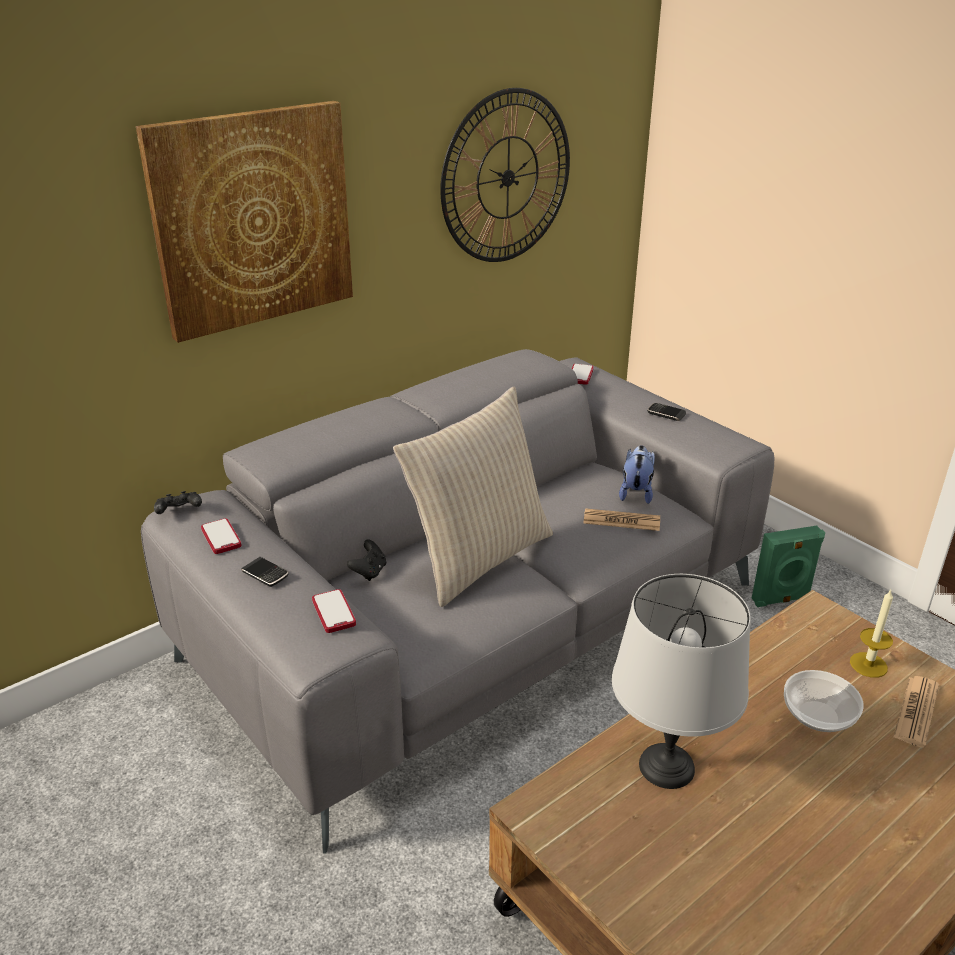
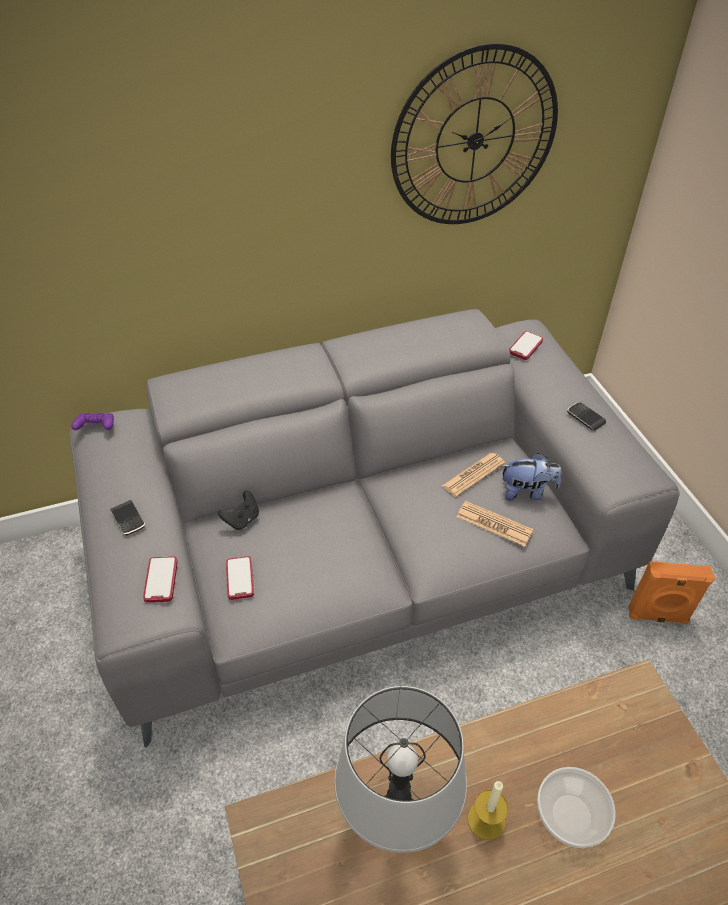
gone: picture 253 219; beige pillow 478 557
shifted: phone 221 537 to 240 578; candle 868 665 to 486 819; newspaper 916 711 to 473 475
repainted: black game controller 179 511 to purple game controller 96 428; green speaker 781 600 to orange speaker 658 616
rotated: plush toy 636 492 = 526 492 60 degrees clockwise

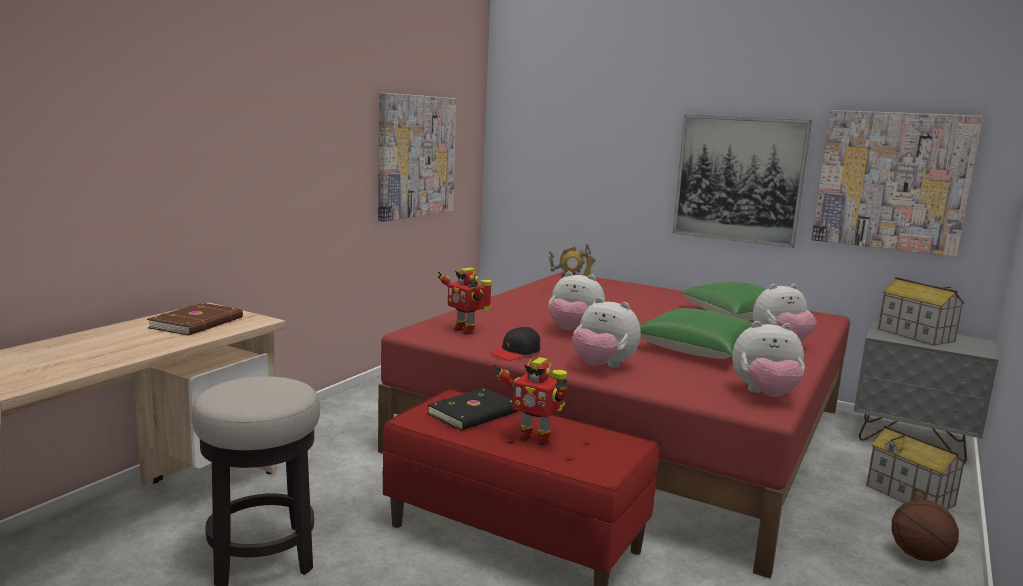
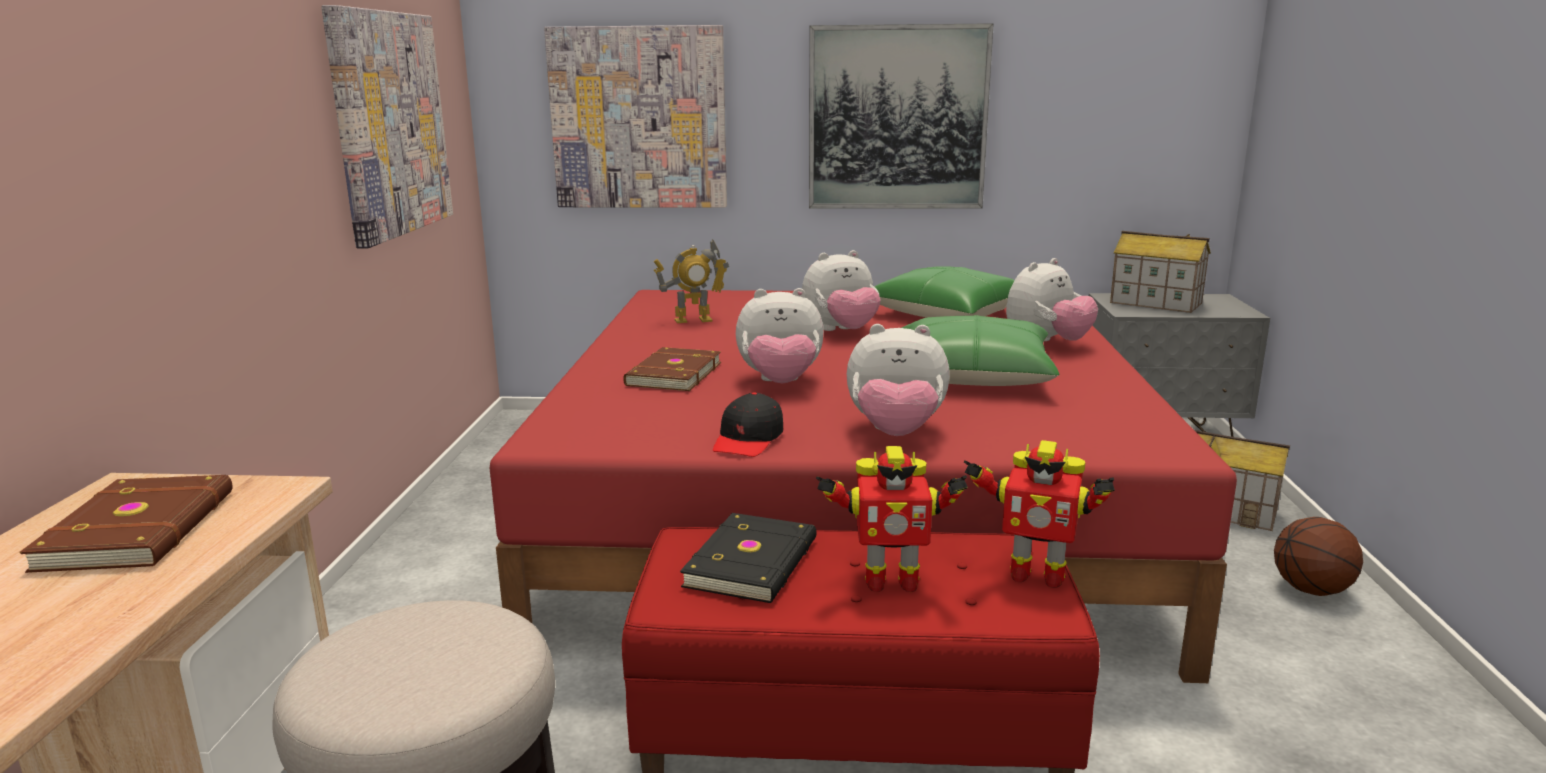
new: brown book 672 374
shifted: toy robot 465 330 to 1035 574; plush toy 765 395 to 841 331; picture 892 181 to 639 118

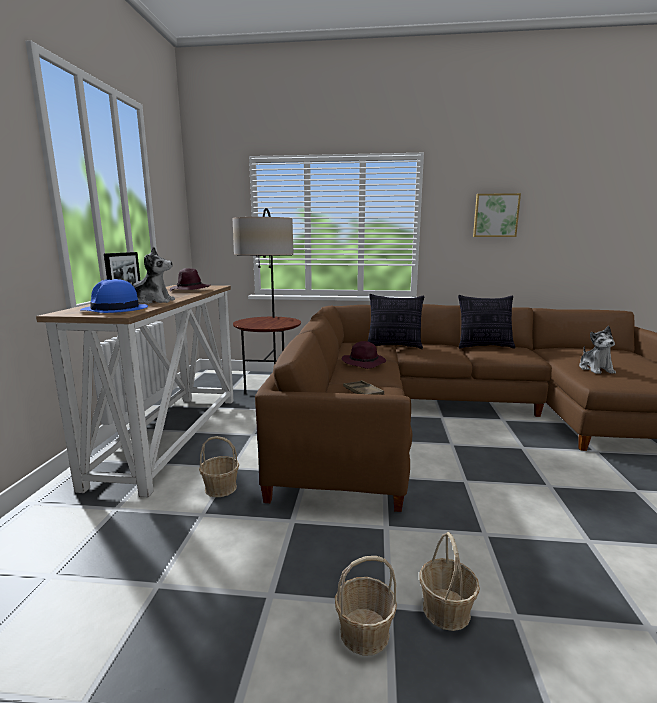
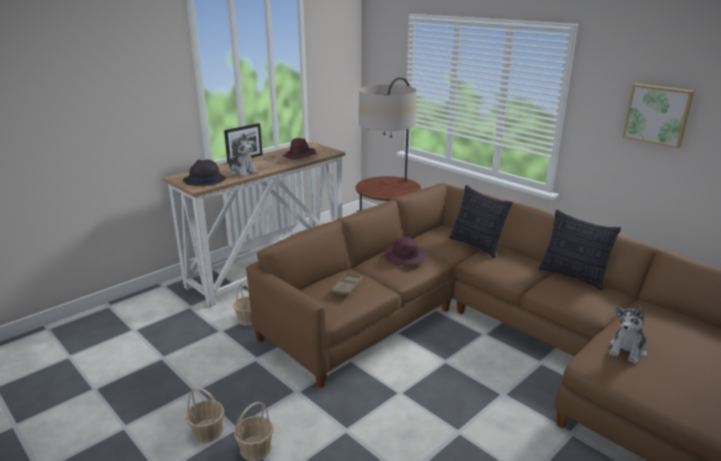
repainted: blue hat 115 310 to black hat 204 180

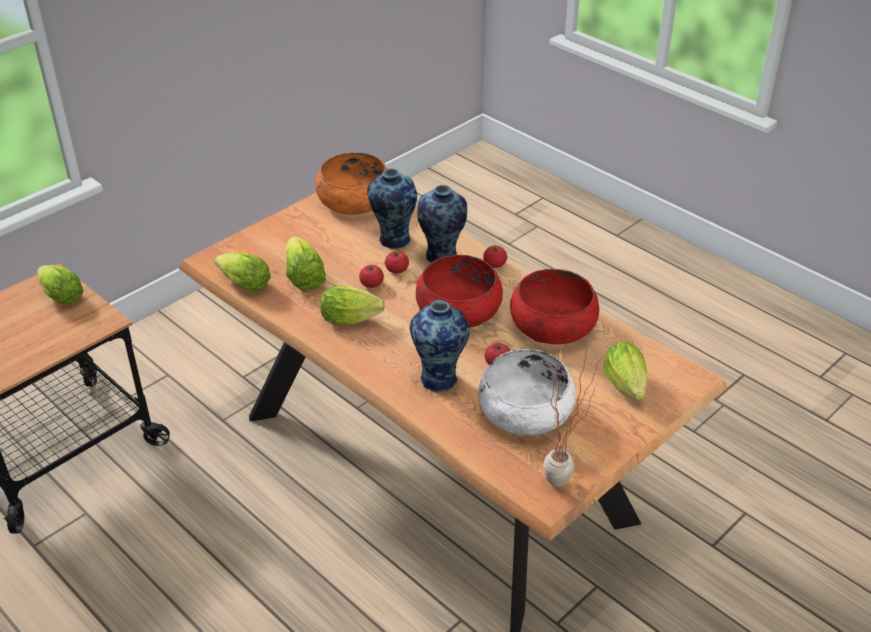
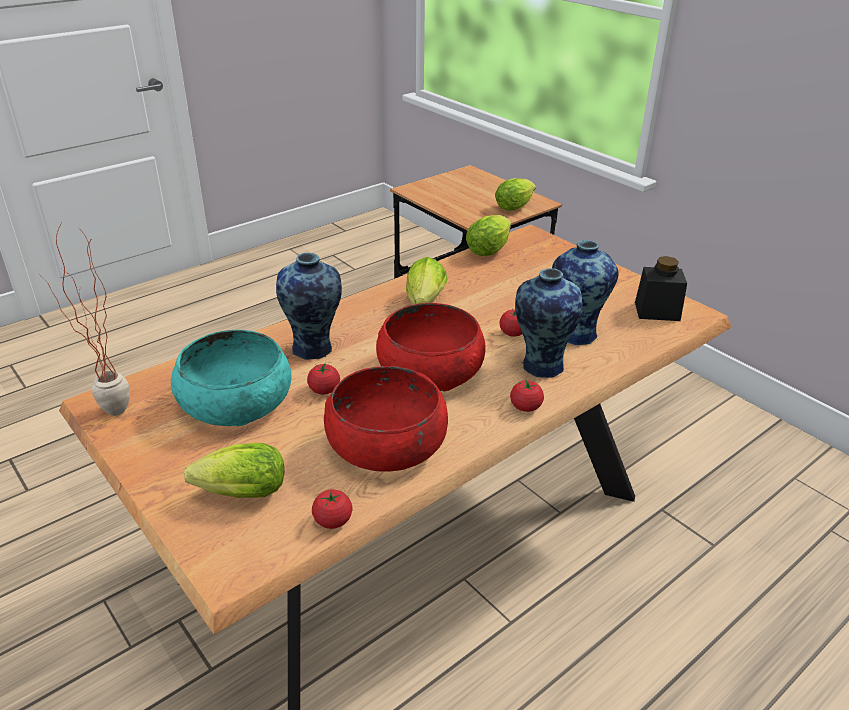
gone: lettuce 303 277
shifted: tomato 371 284 to 333 520
swapped: orange bowl 354 201 to black jar 657 311
repainted: white bowl 525 411 to turquoise bowl 236 402

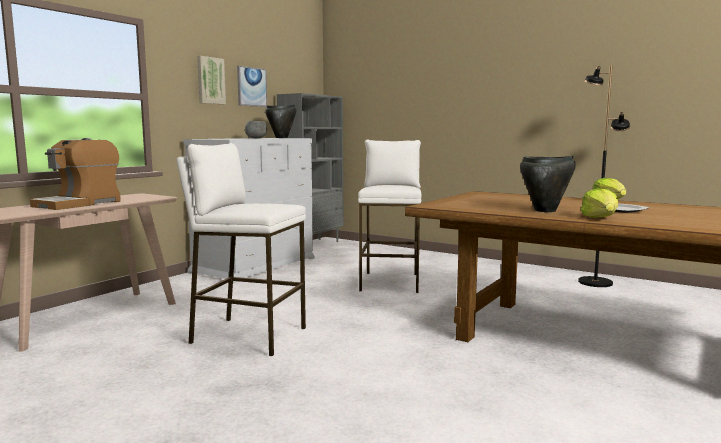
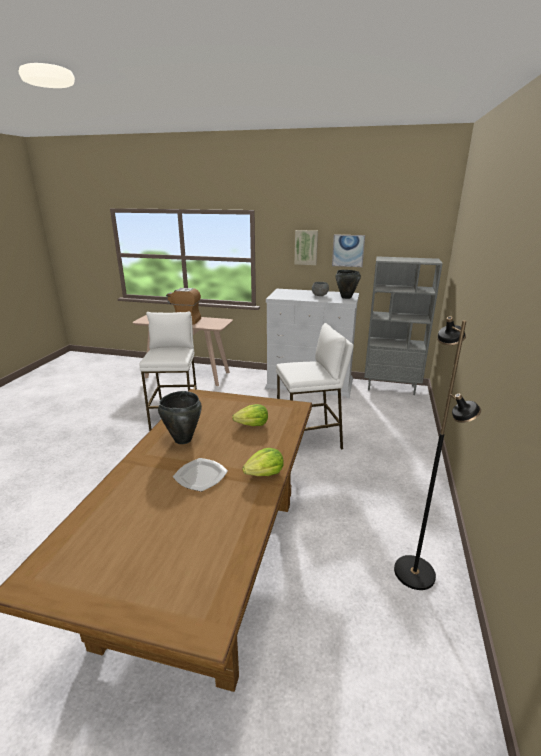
shifted: lettuce 600 218 to 252 424

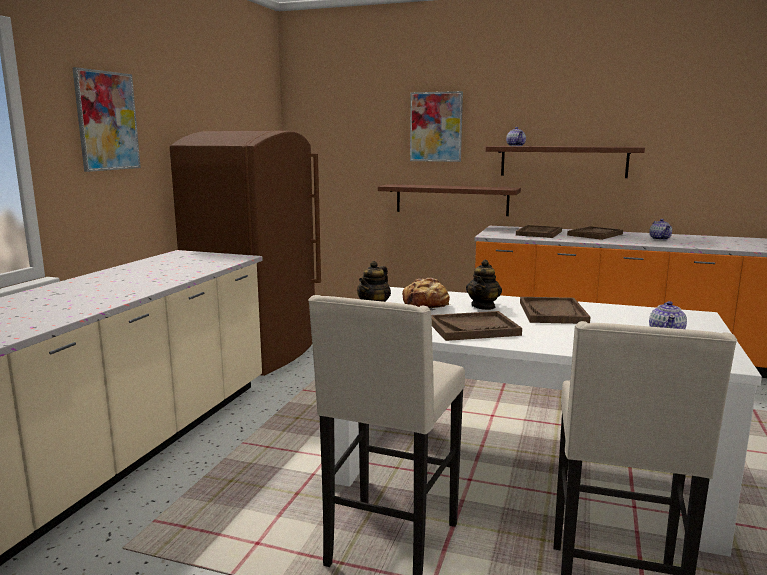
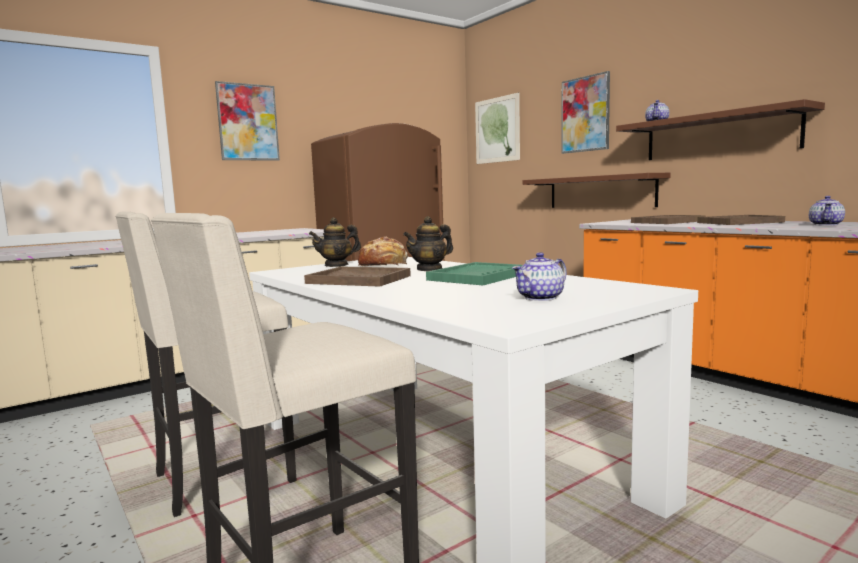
new: picture 497 130
repainted: brown tray 553 313 to green tray 478 276

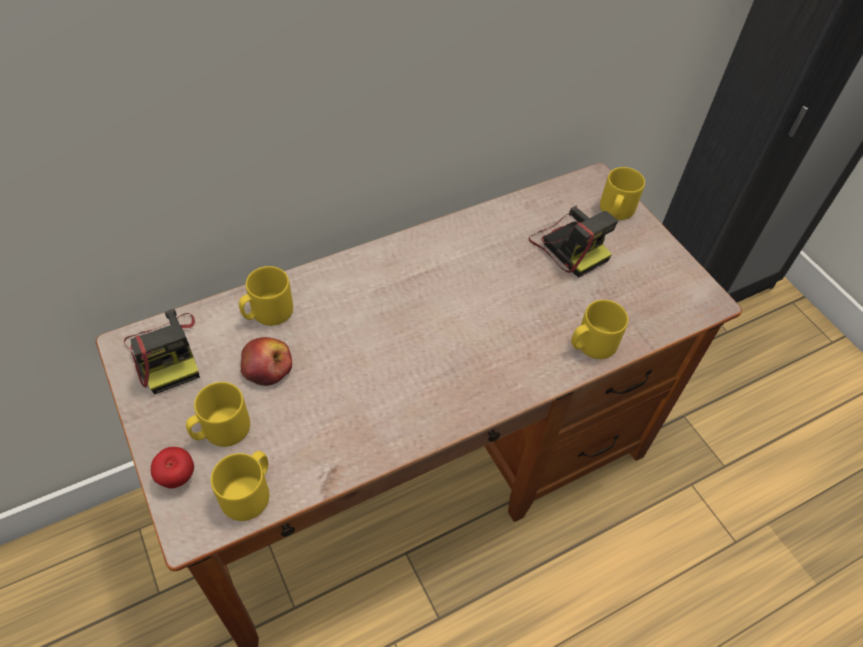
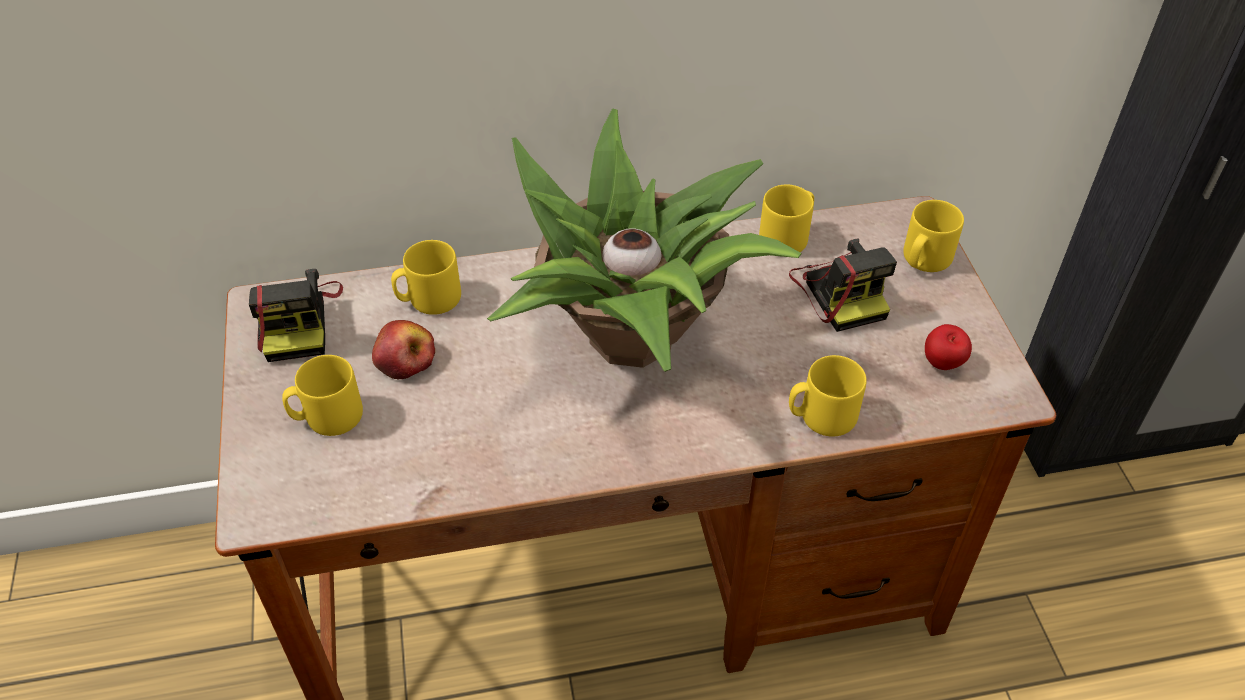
new: potted plant 633 339
shifted: apple 178 478 to 942 365; yellow mug 249 493 to 787 237

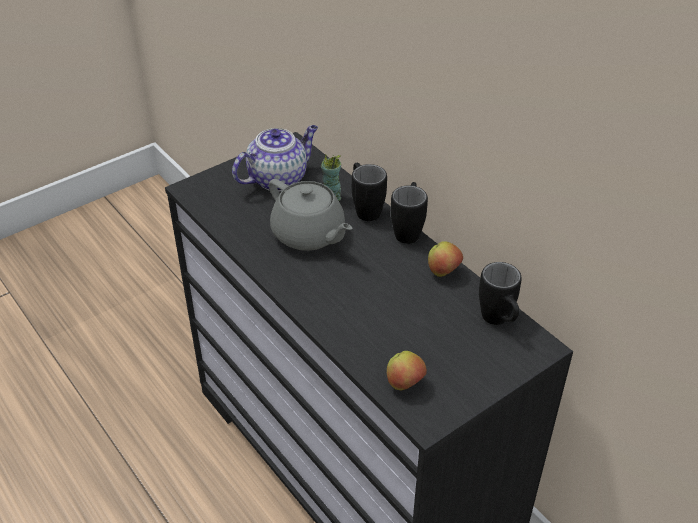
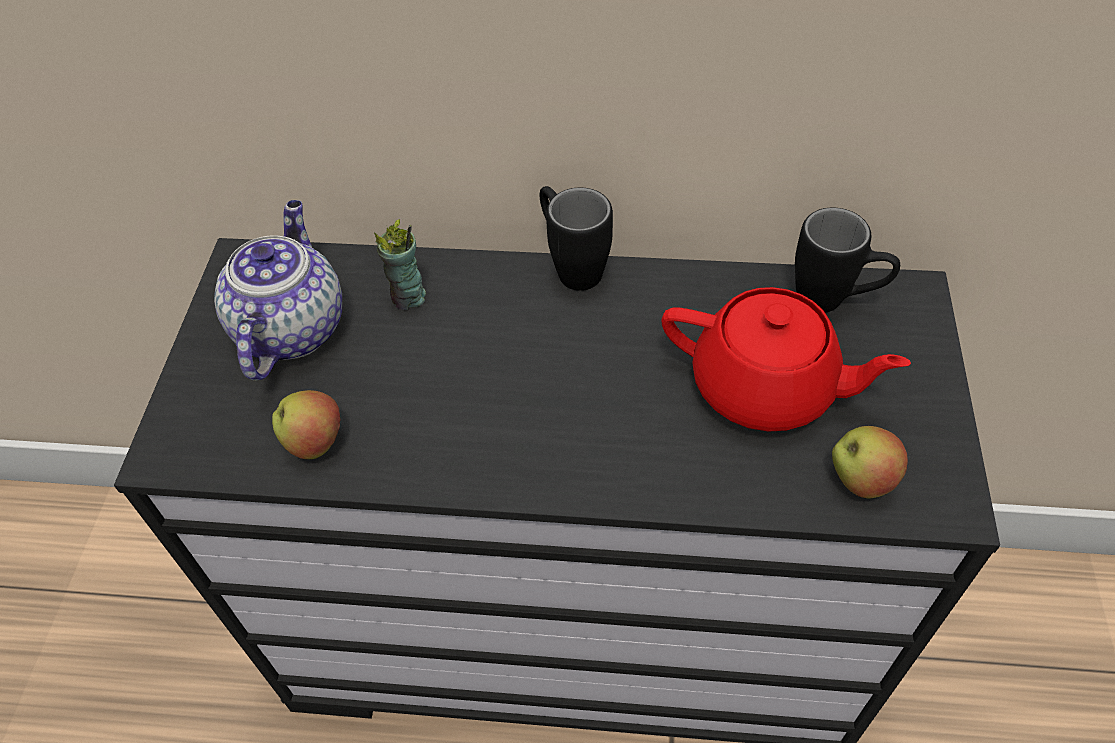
gone: grey teapot 309 235; black mug 365 208
new: red teapot 766 387
shifted: apple 443 272 to 315 442

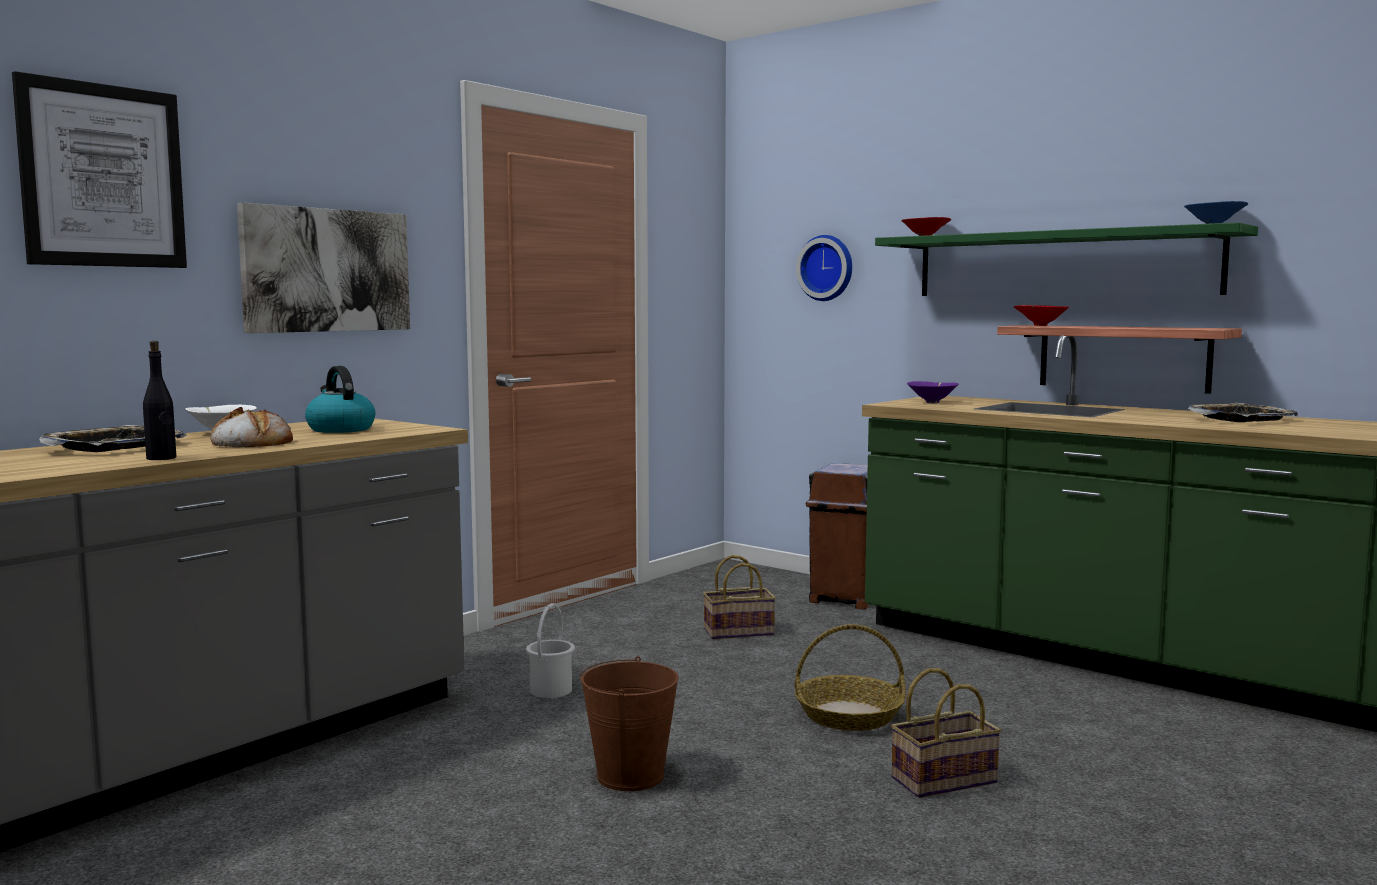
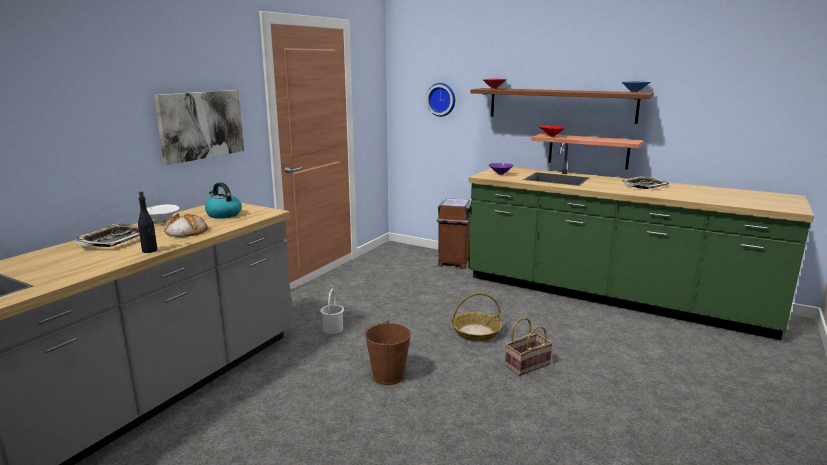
gone: picture 103 176; basket 740 631
repainted: green shelf 1062 264 to brown shelf 560 105

